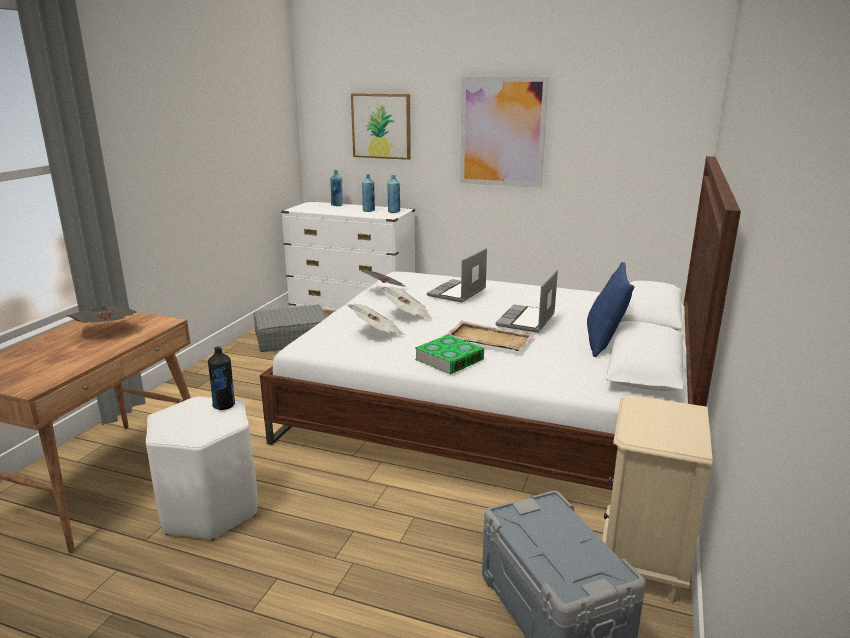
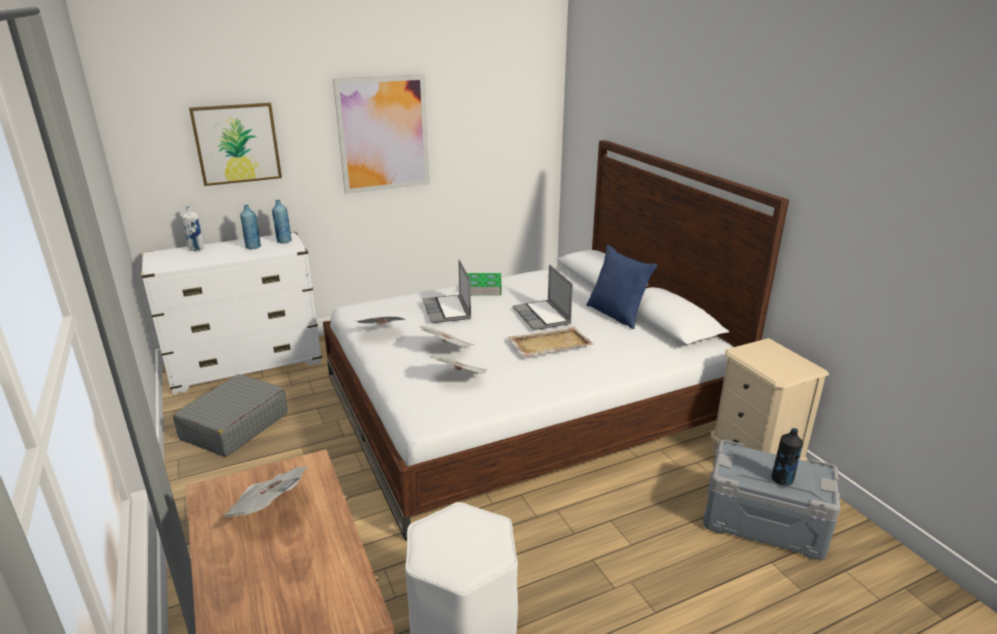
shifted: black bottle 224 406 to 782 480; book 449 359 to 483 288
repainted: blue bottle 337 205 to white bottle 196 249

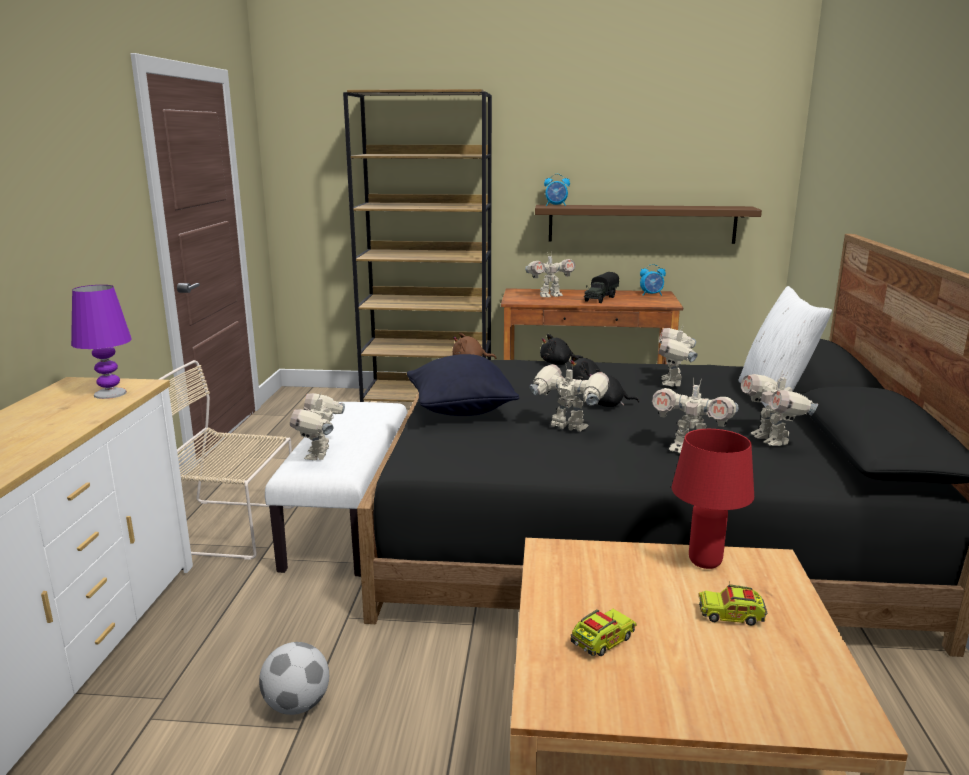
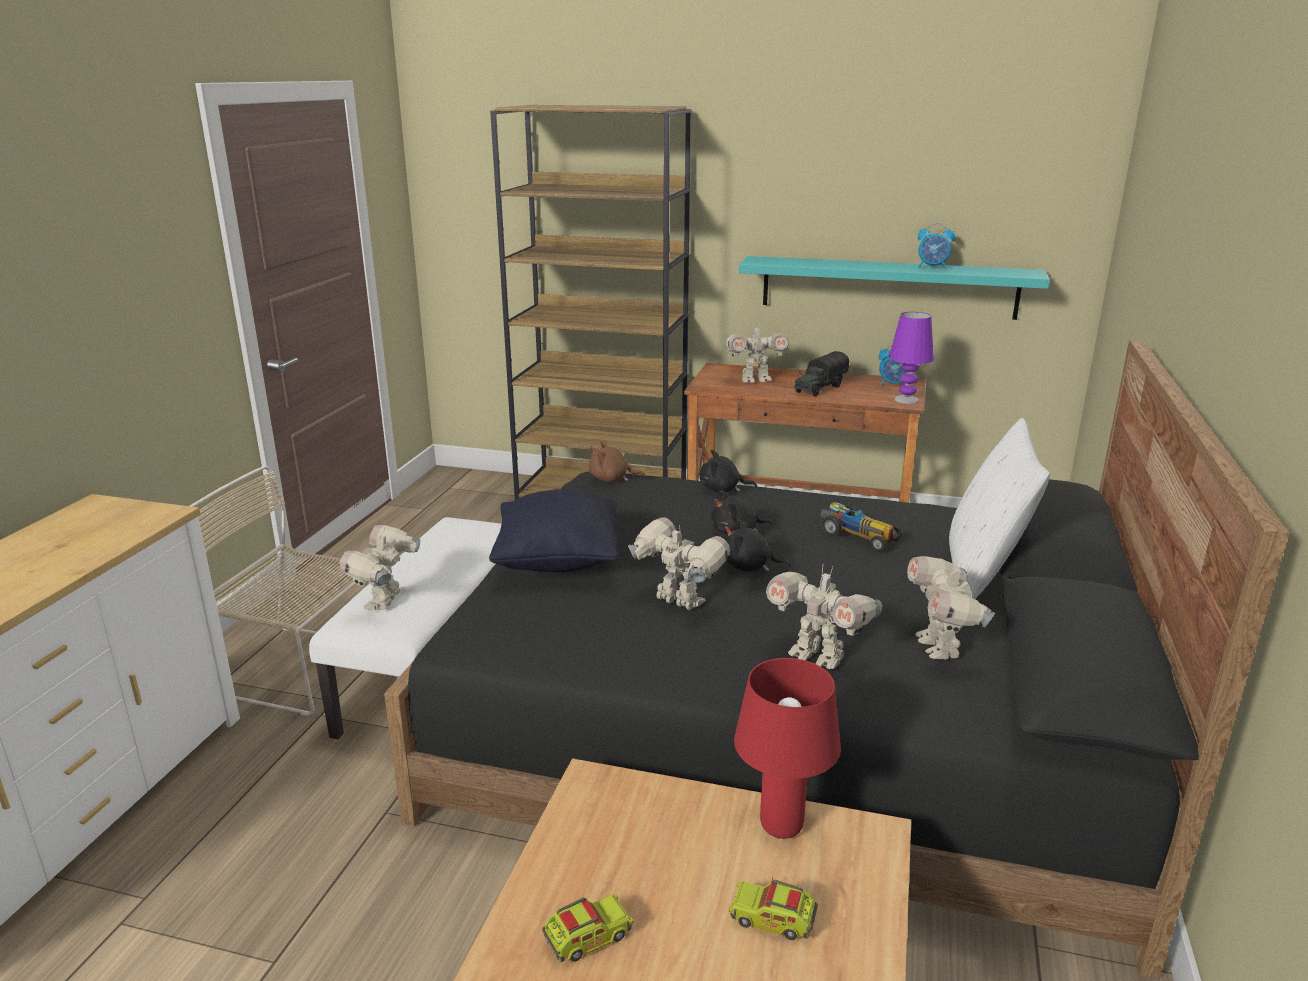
gone: football 296 705
shifted: purple table lamp 110 393 to 906 400; alarm clock 556 205 to 932 267
swapped: toy robot 673 383 to toy car 857 535
repainted: brown shelf 641 224 to turquoise shelf 888 287

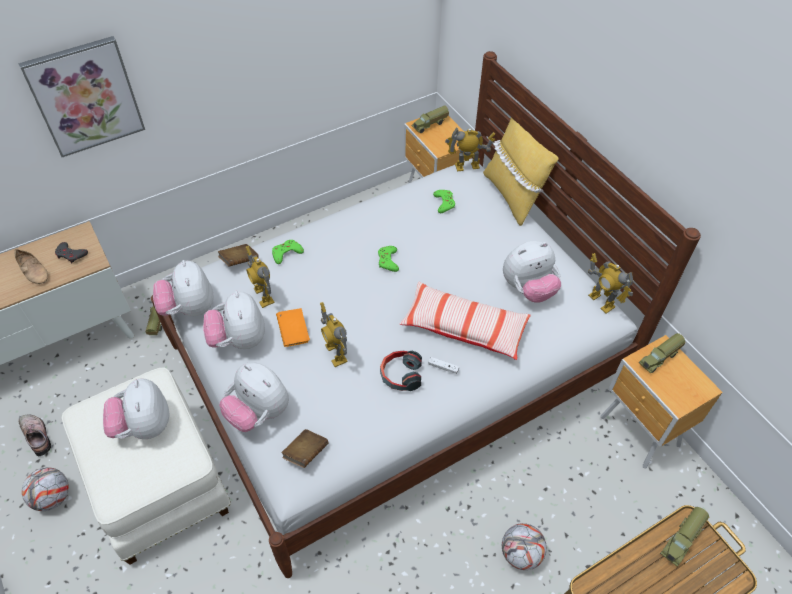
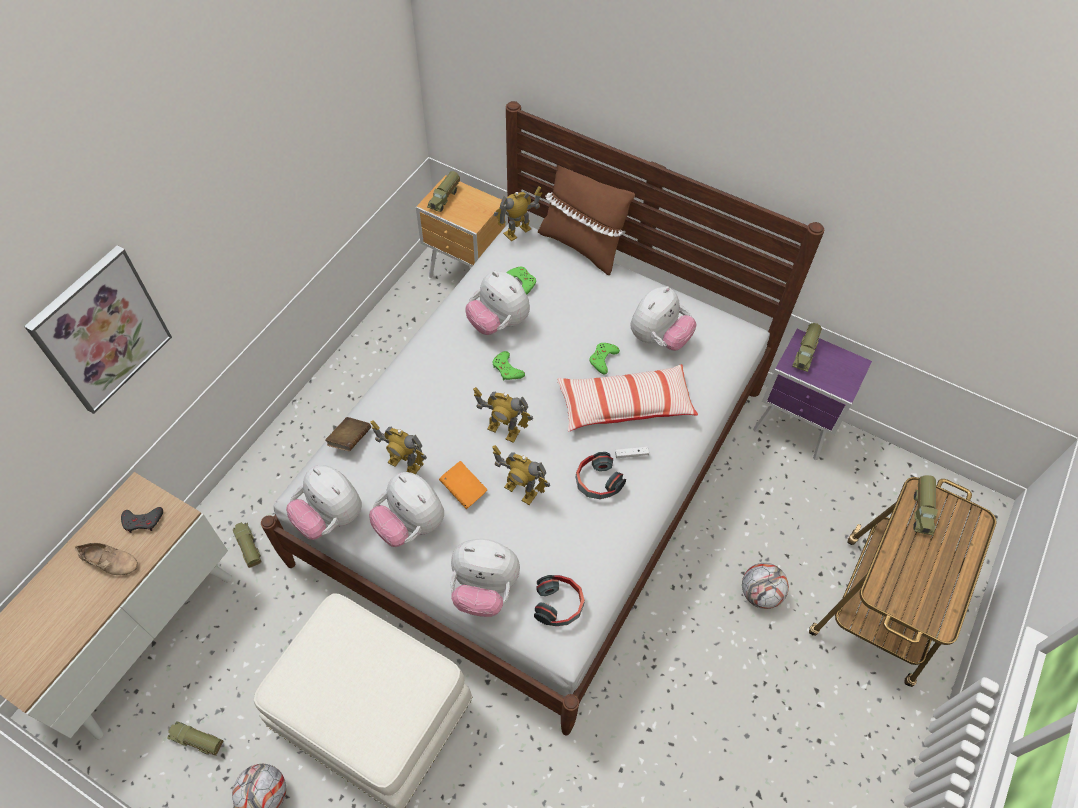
shifted: plush toy 143 426 to 498 323; green game controller 286 253 to 603 359; toy robot 601 301 to 503 430
swapped: shoe 38 435 to toy truck 197 741; brown book 306 453 to headphones 559 604
repainted: yellow pillow 512 195 to brown pillow 582 245; brown nightstand 639 433 to purple nightstand 794 429

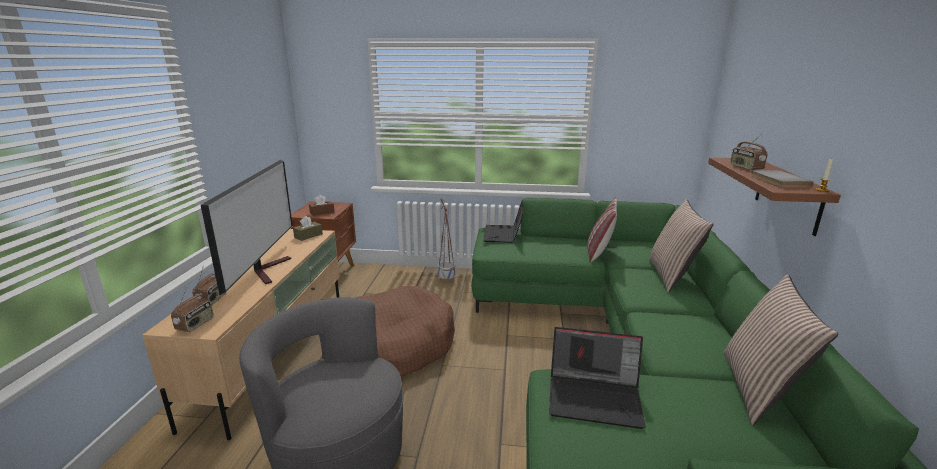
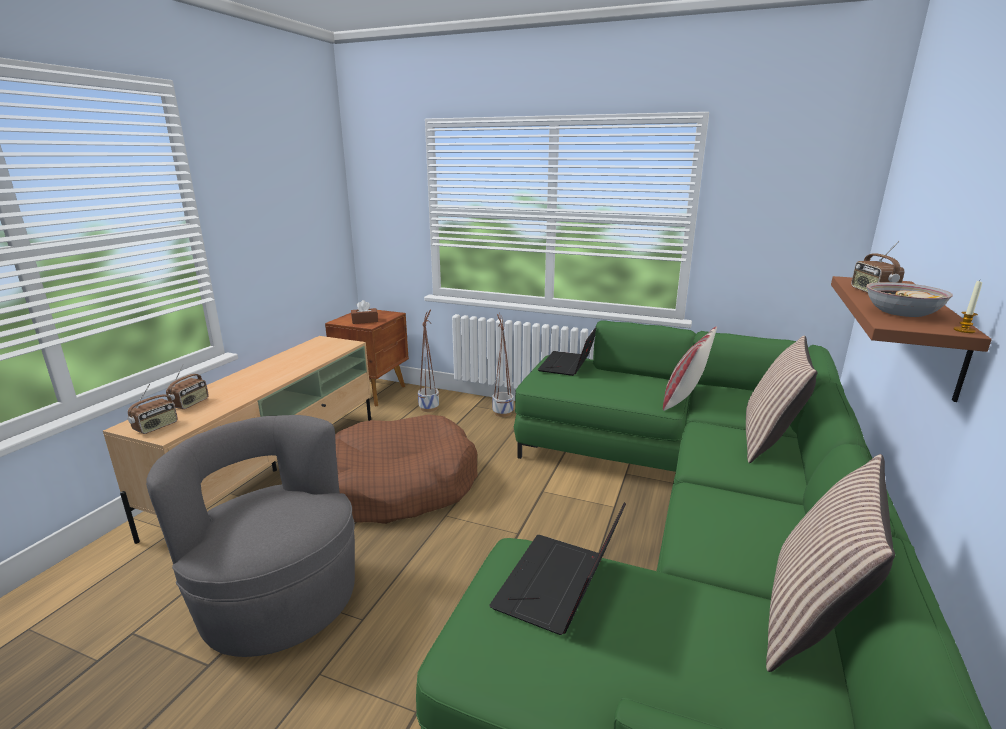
gone: television 268 269; brown tissue box 308 236
new: planter 428 408
swapped: grey book 777 181 to bowl 901 313
rotated: laptop 595 398 = 559 587 90 degrees clockwise

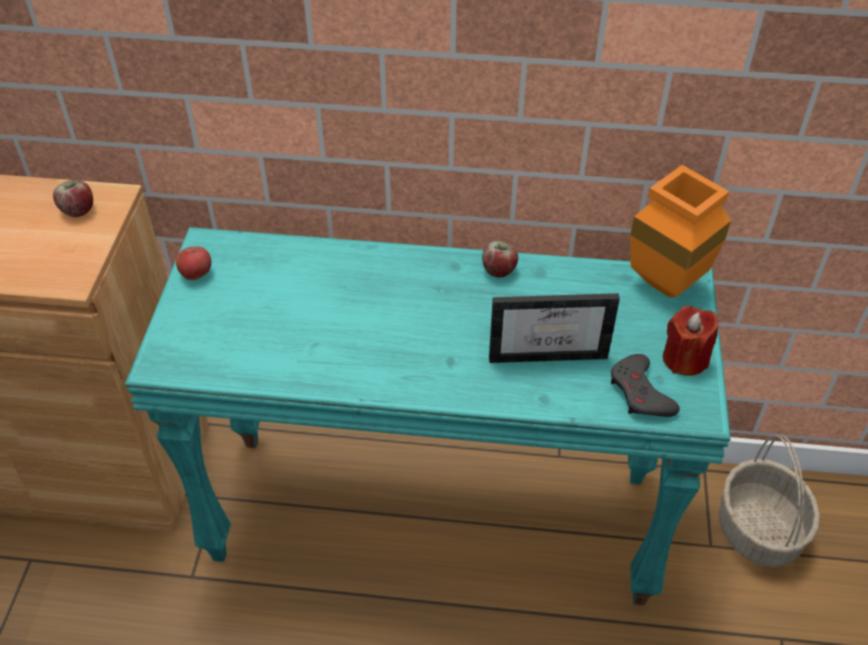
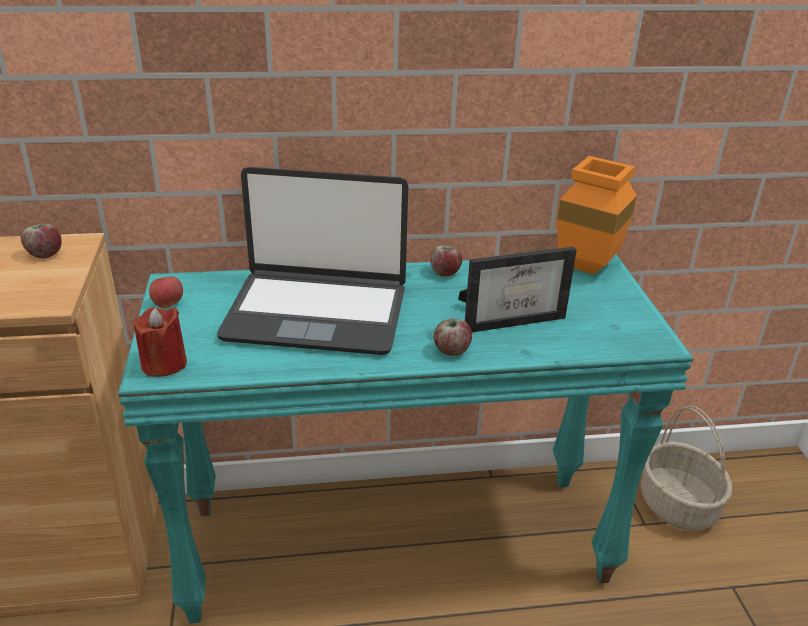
gone: grey game controller 640 393
new: laptop 316 313; apple 451 350
shifted: red candle 685 359 to 164 364

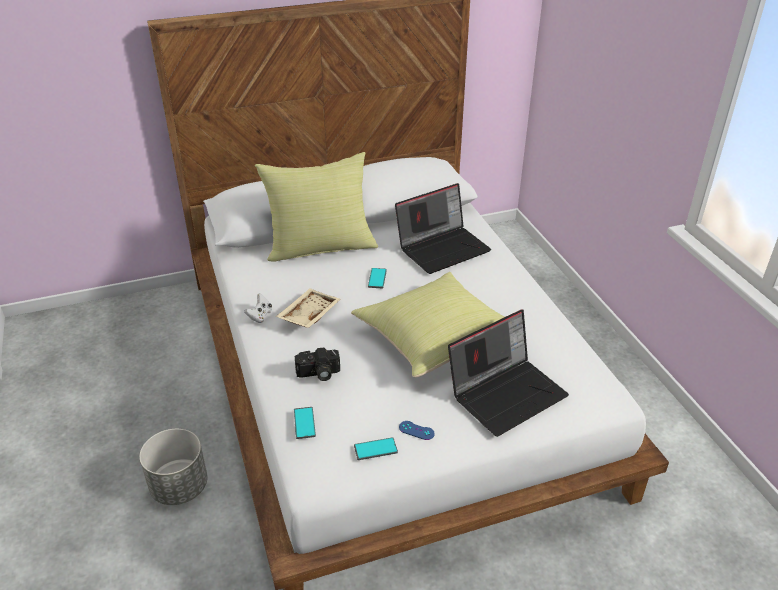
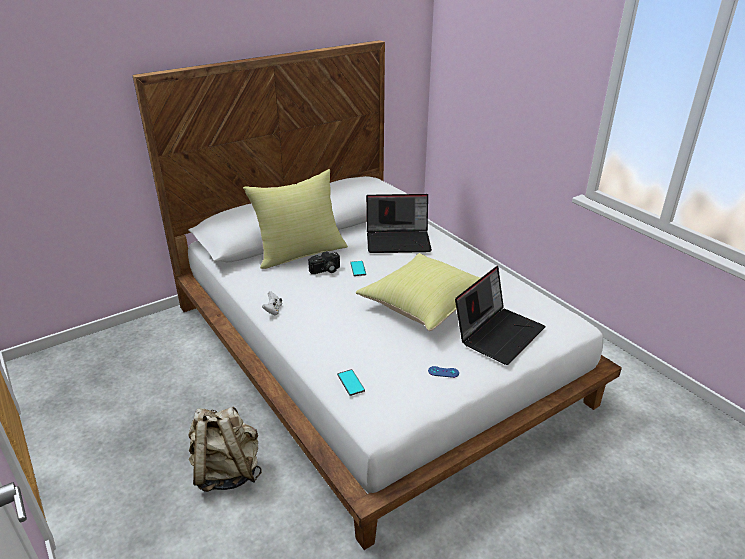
gone: beige tray 308 314; phone 375 449
shifted: photo camera 318 374 to 325 270
swapped: grey planter 179 487 to beige backpack 227 471
rotated: laptop 443 247 = 399 240 45 degrees clockwise

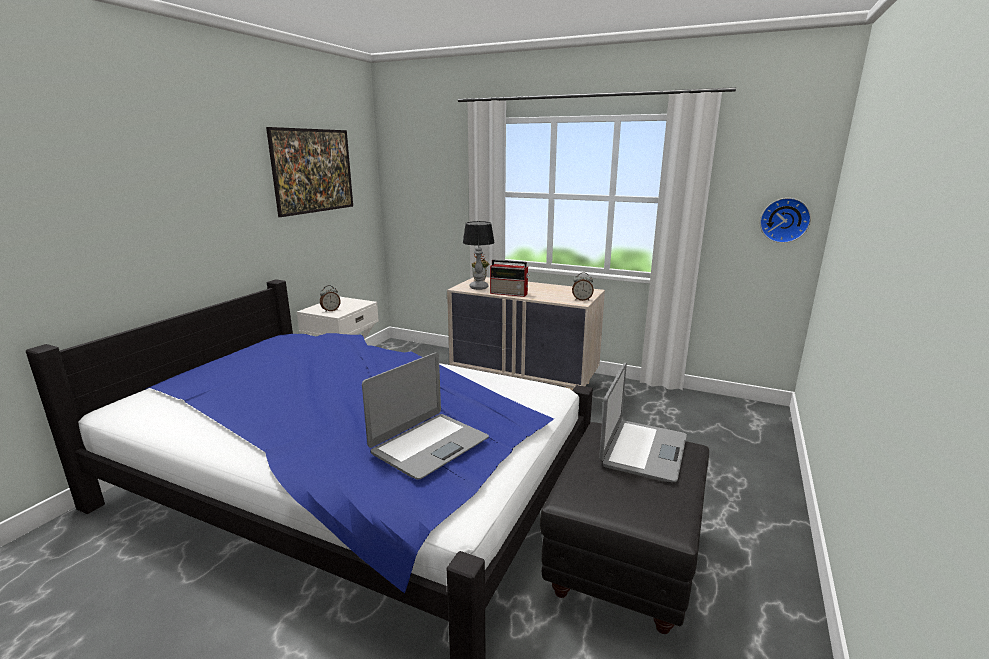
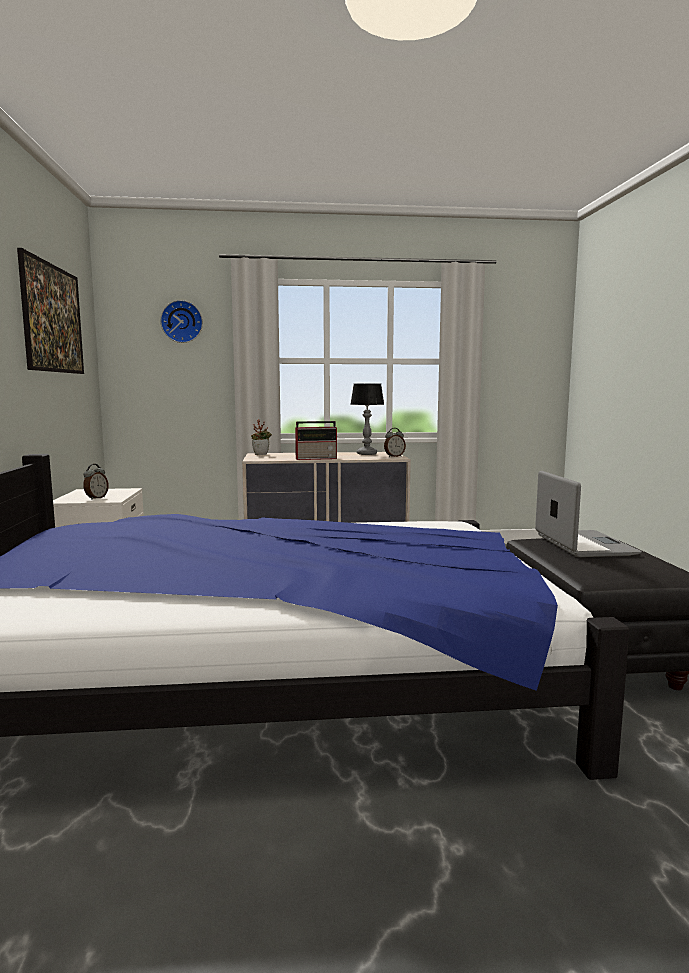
gone: laptop 429 445
shifted: table lamp 479 287 to 367 454; wall clock 784 220 to 182 322

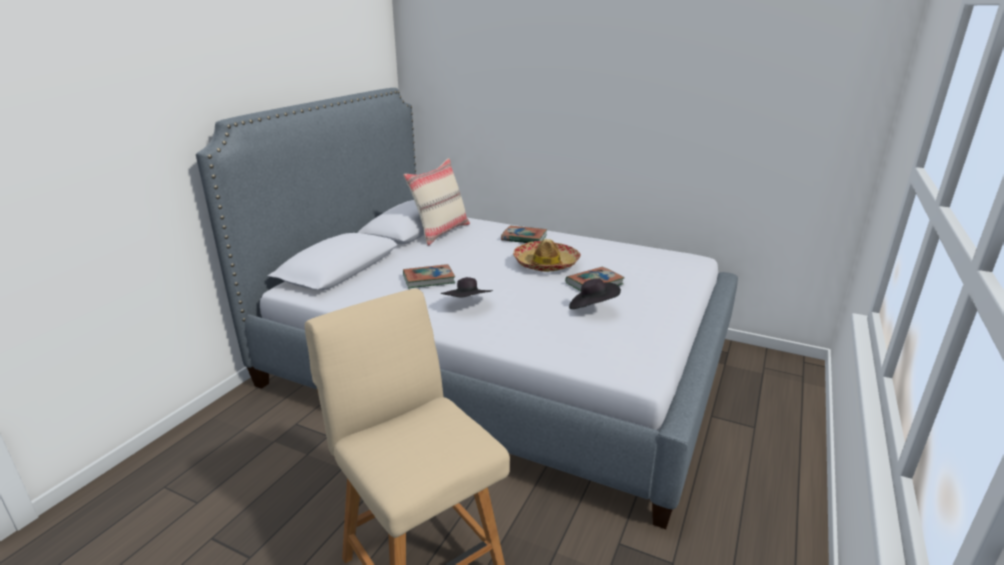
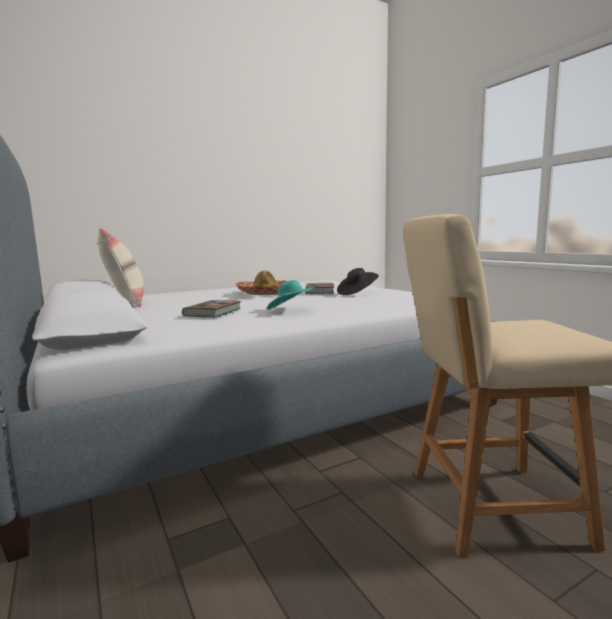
gone: book 524 238
repainted: black hat 468 305 to turquoise hat 290 310

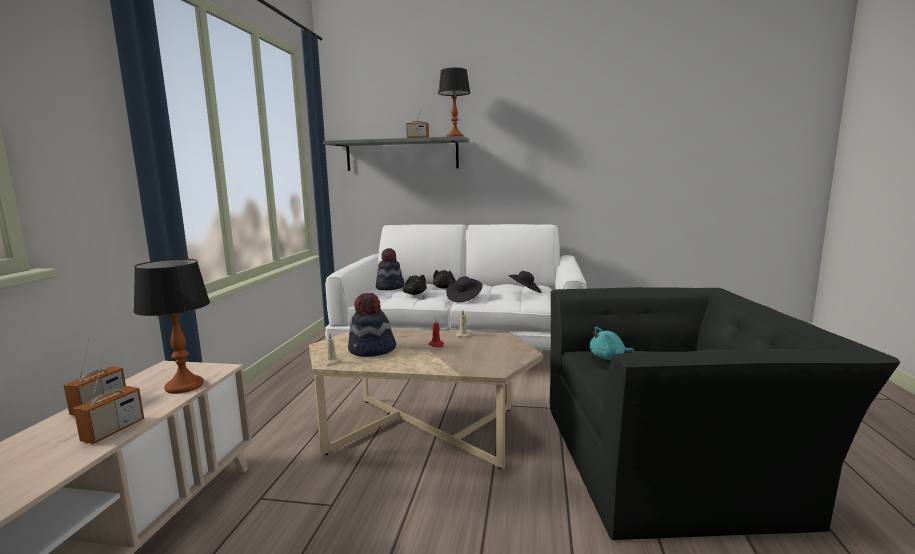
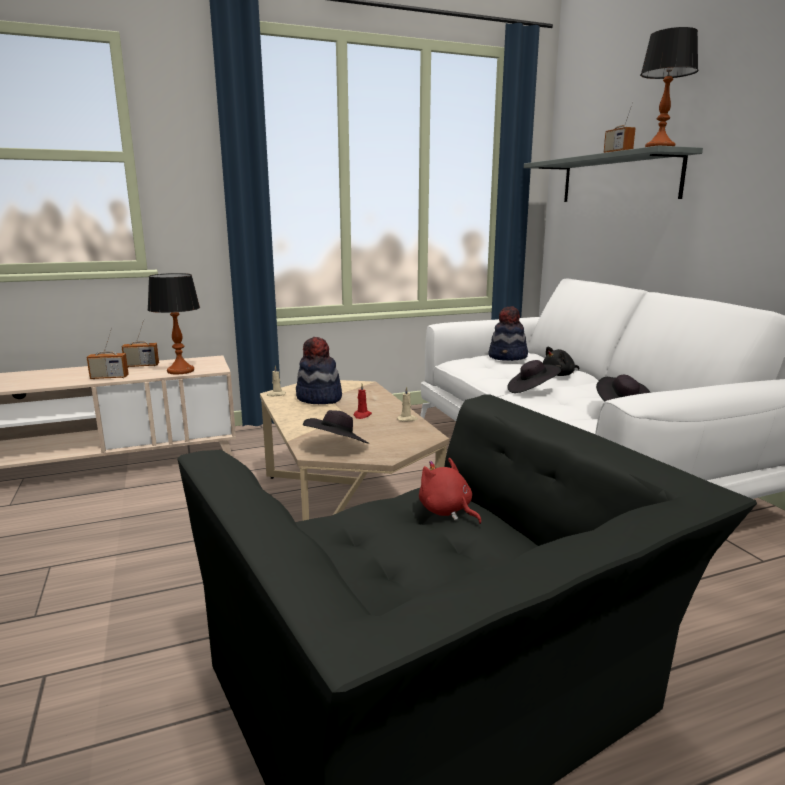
gone: black plush toy 414 294
new: black hat 337 447
repainted: turquoise plush toy 609 358 to red plush toy 447 511

